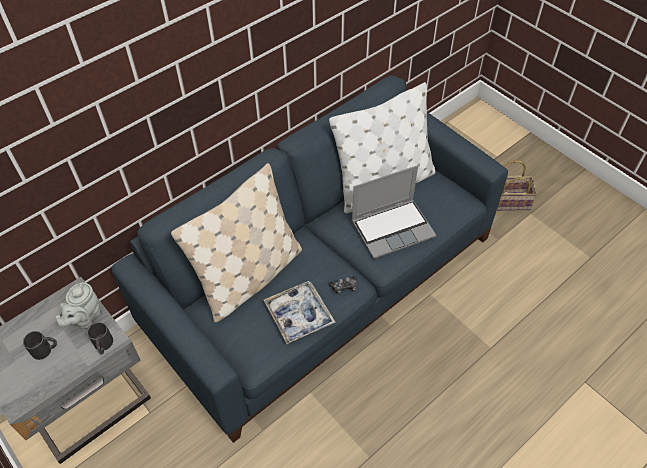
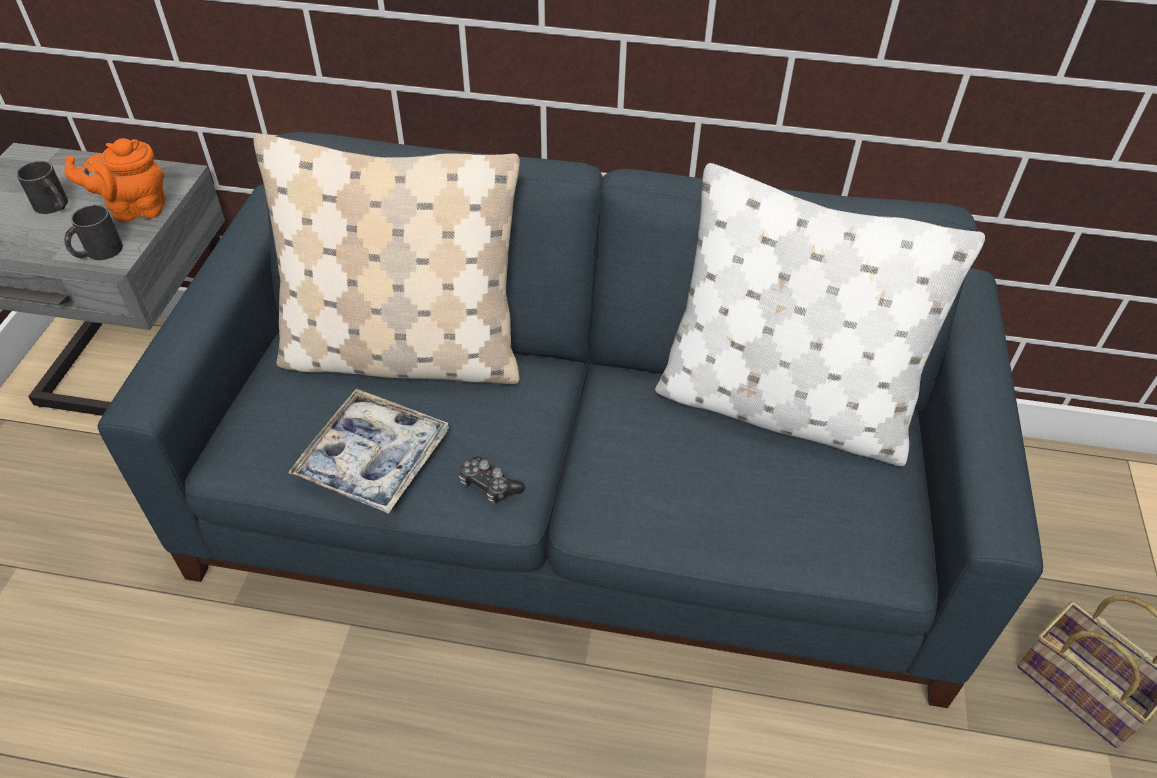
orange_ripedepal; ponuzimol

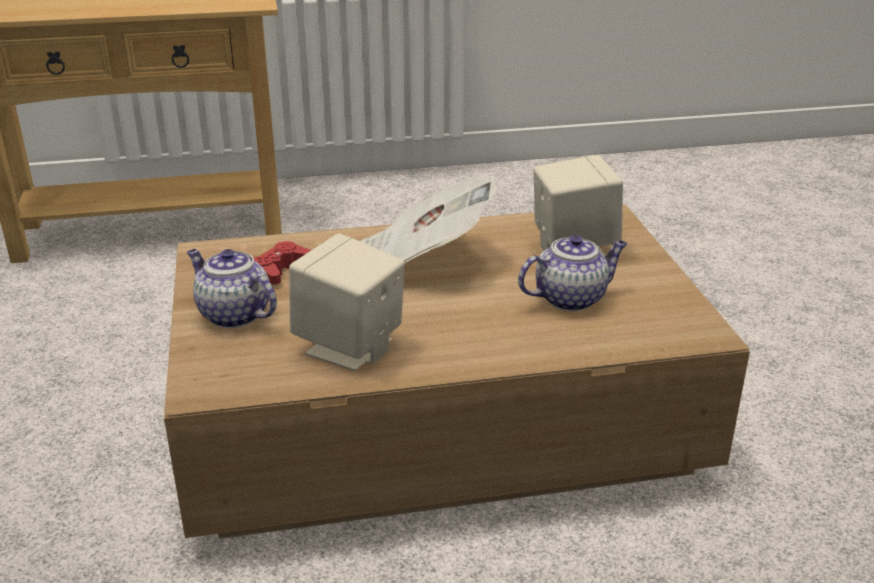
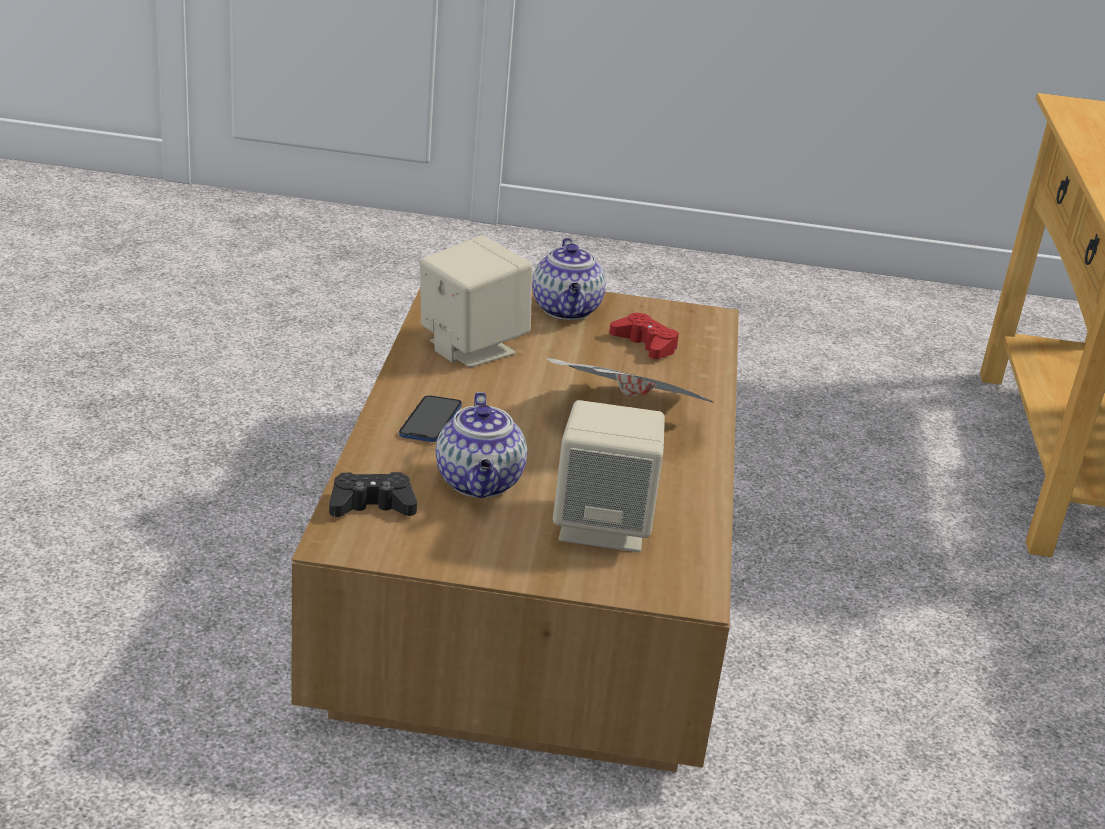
ripedepal (2nd from left); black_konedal; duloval

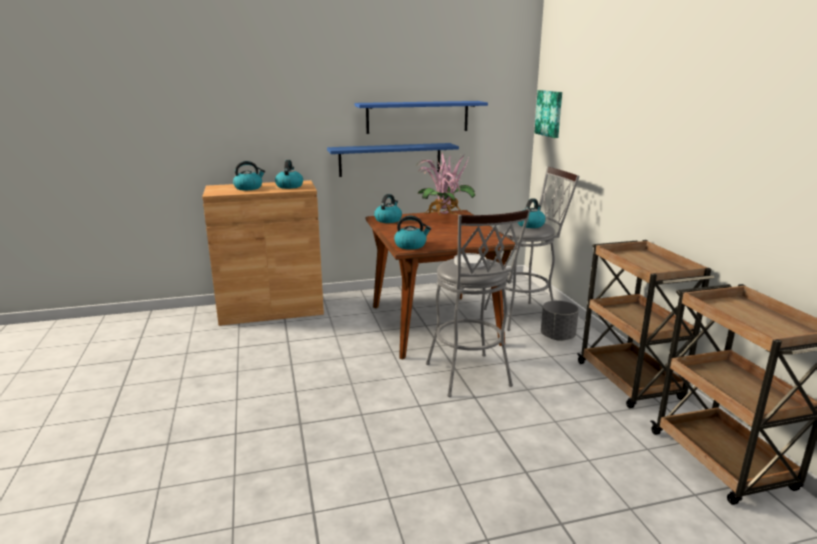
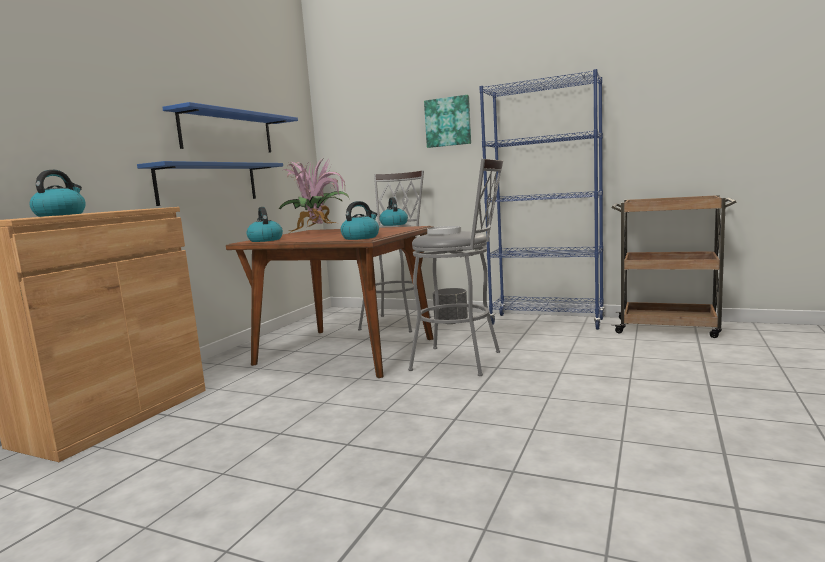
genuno (2nd from left in the first image); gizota; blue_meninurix

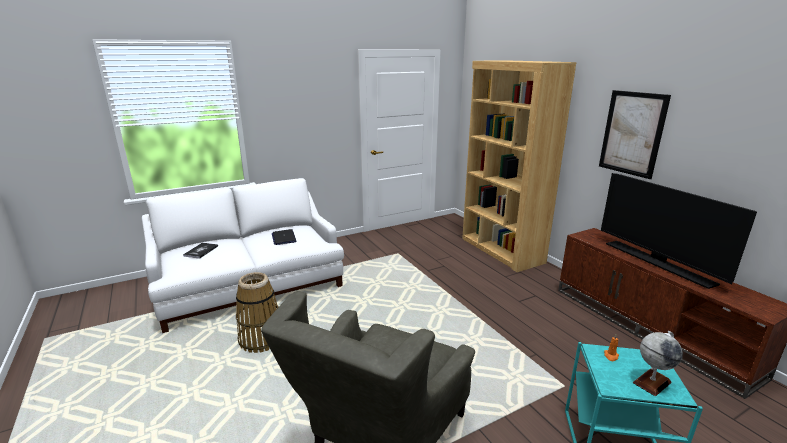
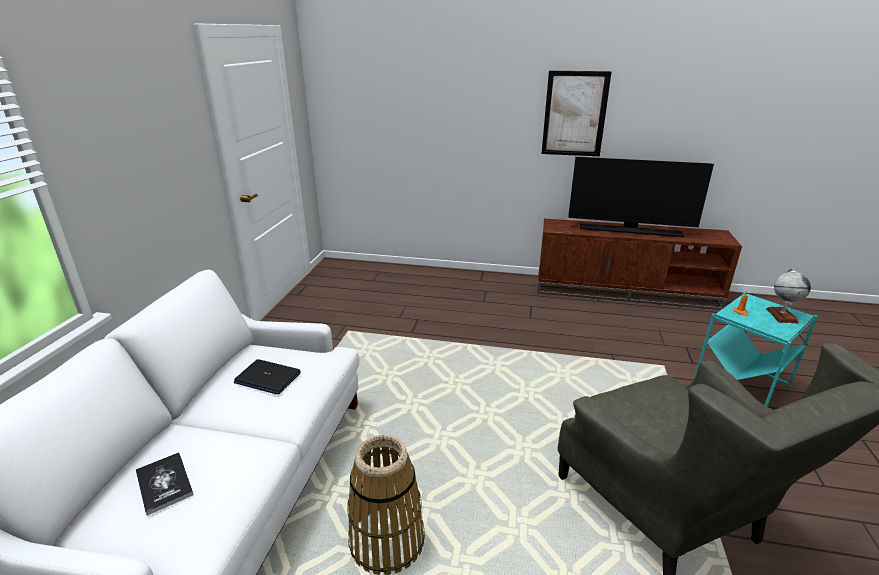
brown_meninurix

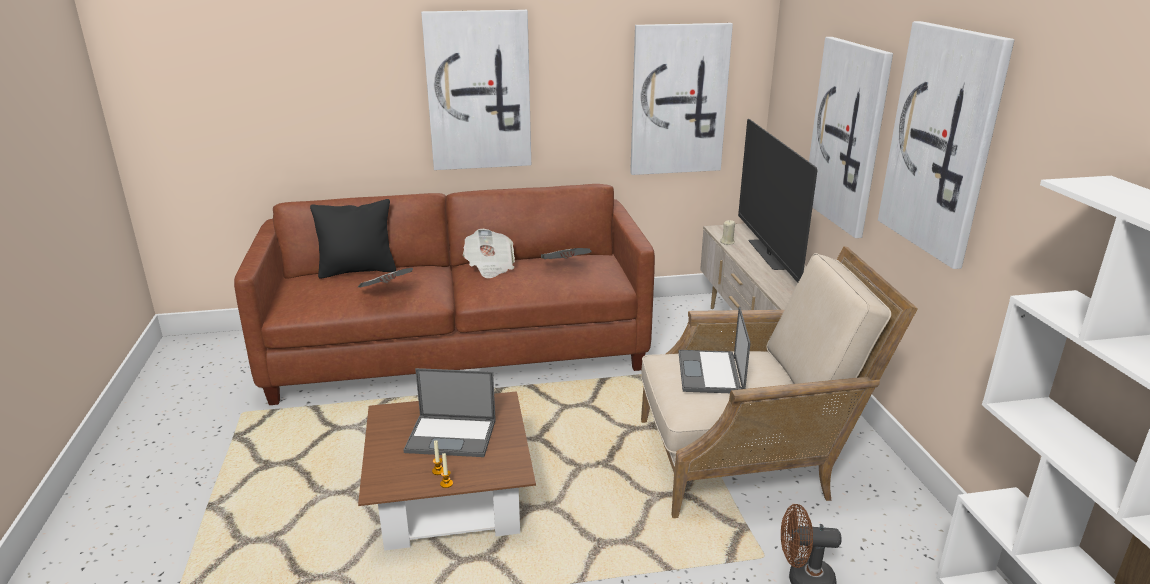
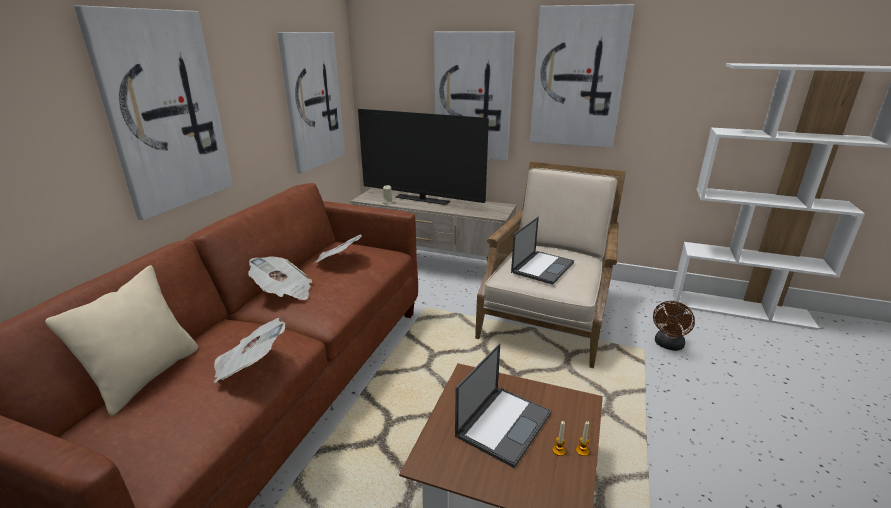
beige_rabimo; ponuzimol (2nd from left)

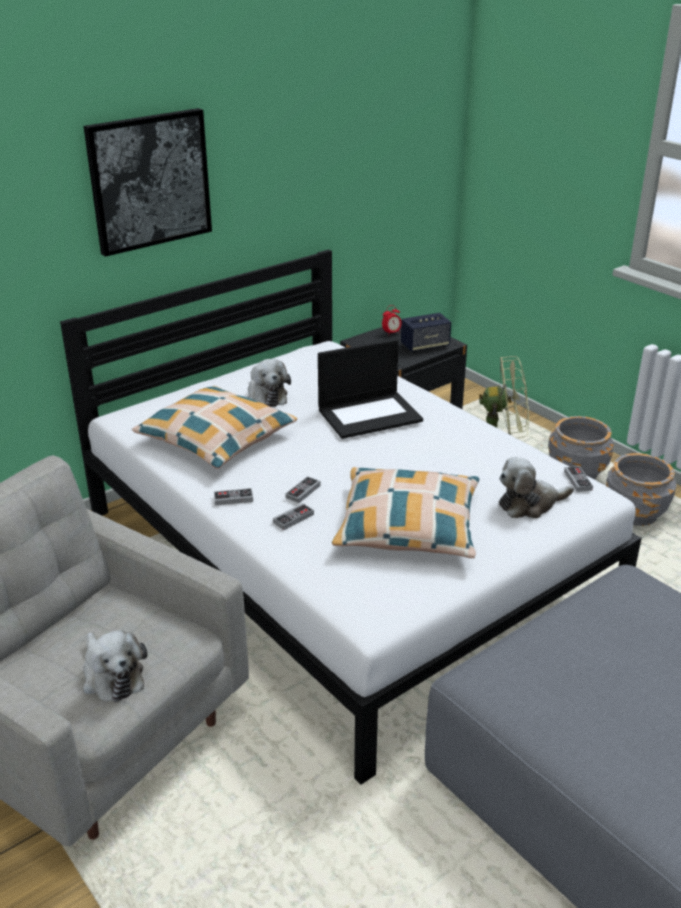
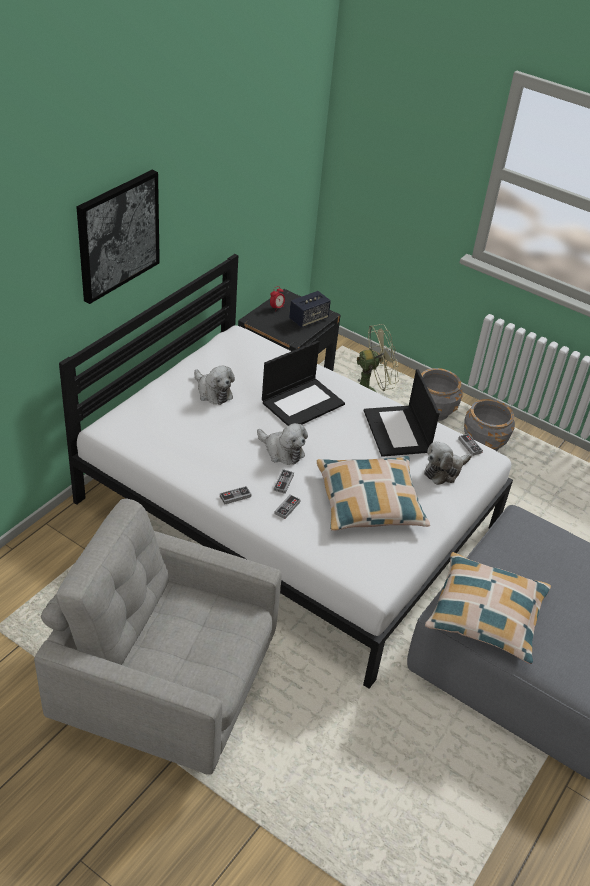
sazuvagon (2nd from left); rabimo (2nd from left); ponuzimol (2nd from left)

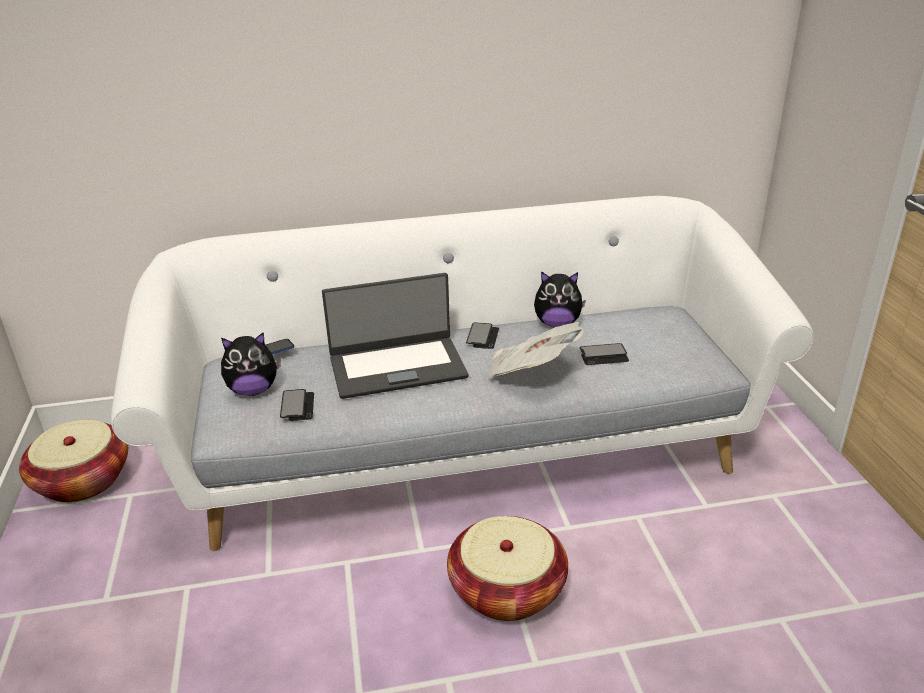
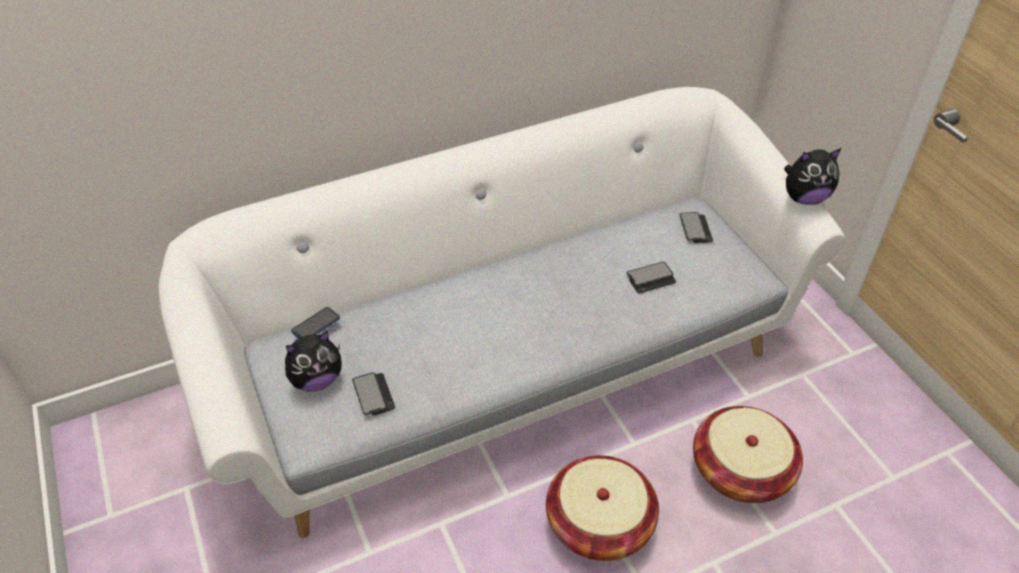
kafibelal (2nd from left); ponuzimol; duloval (4th from left); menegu; sazuvagon (2nd from left)

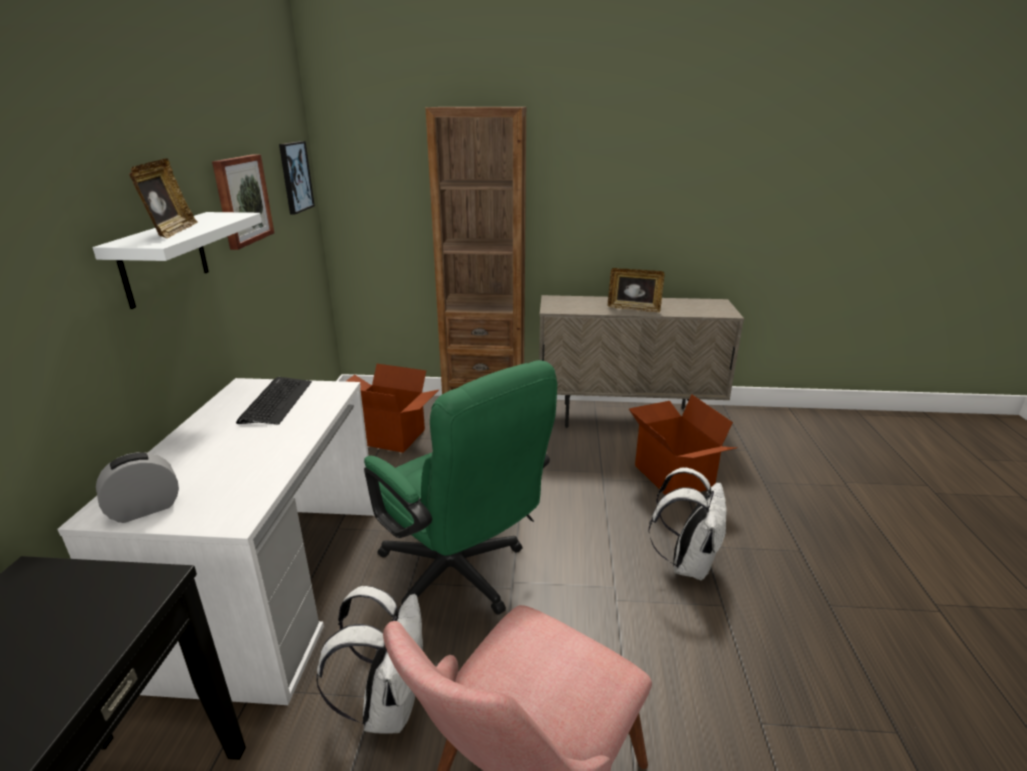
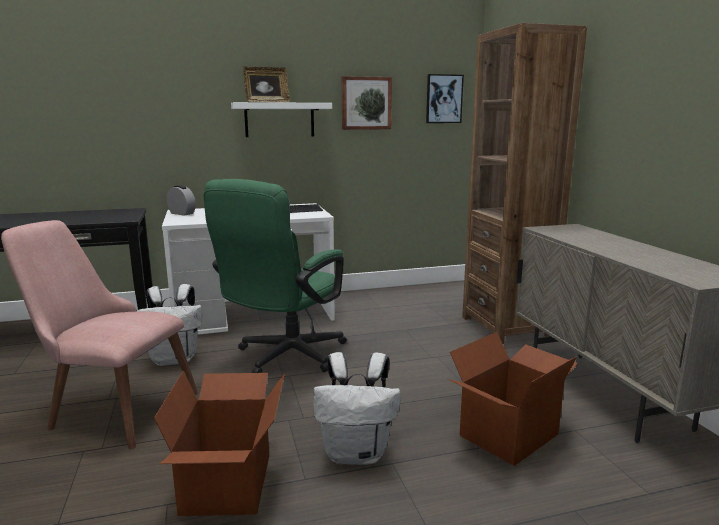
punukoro (1st from left); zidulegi (2nd from left in the first image)

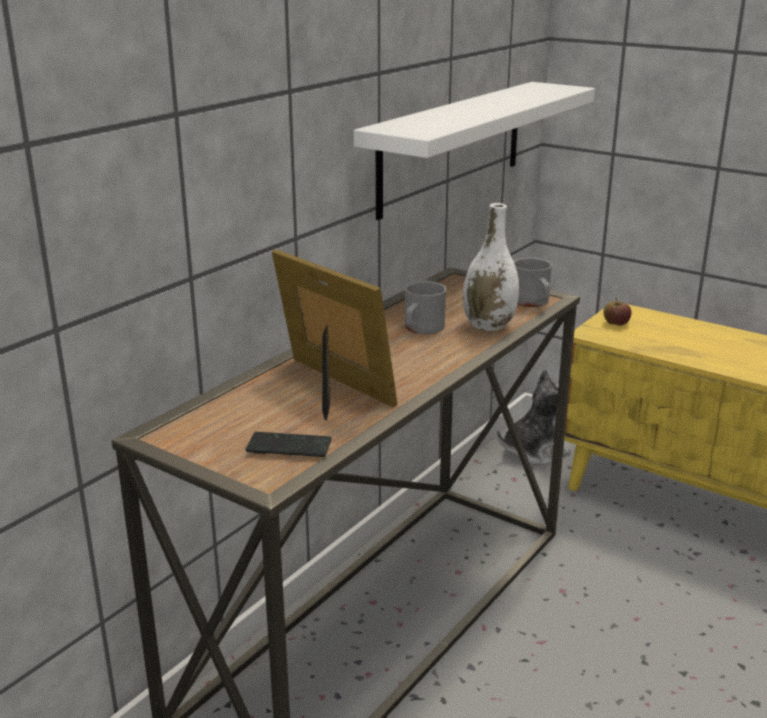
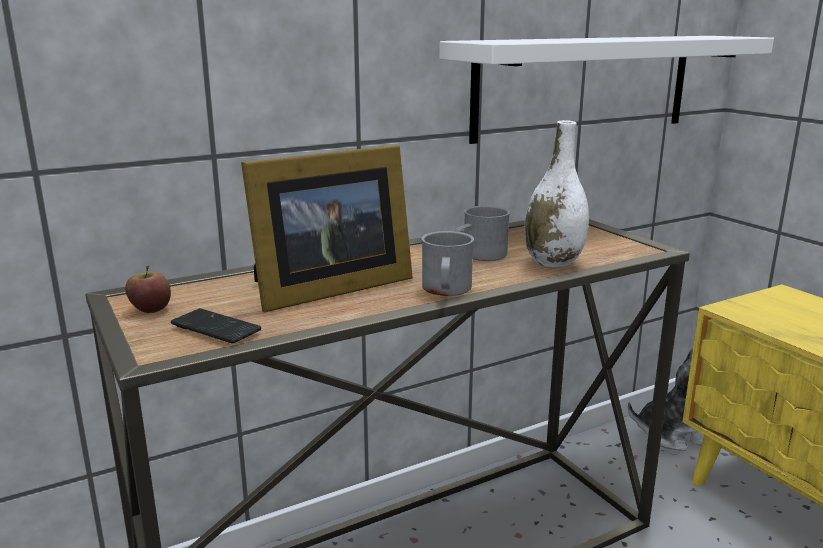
zidulegi; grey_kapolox (1st from left); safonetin

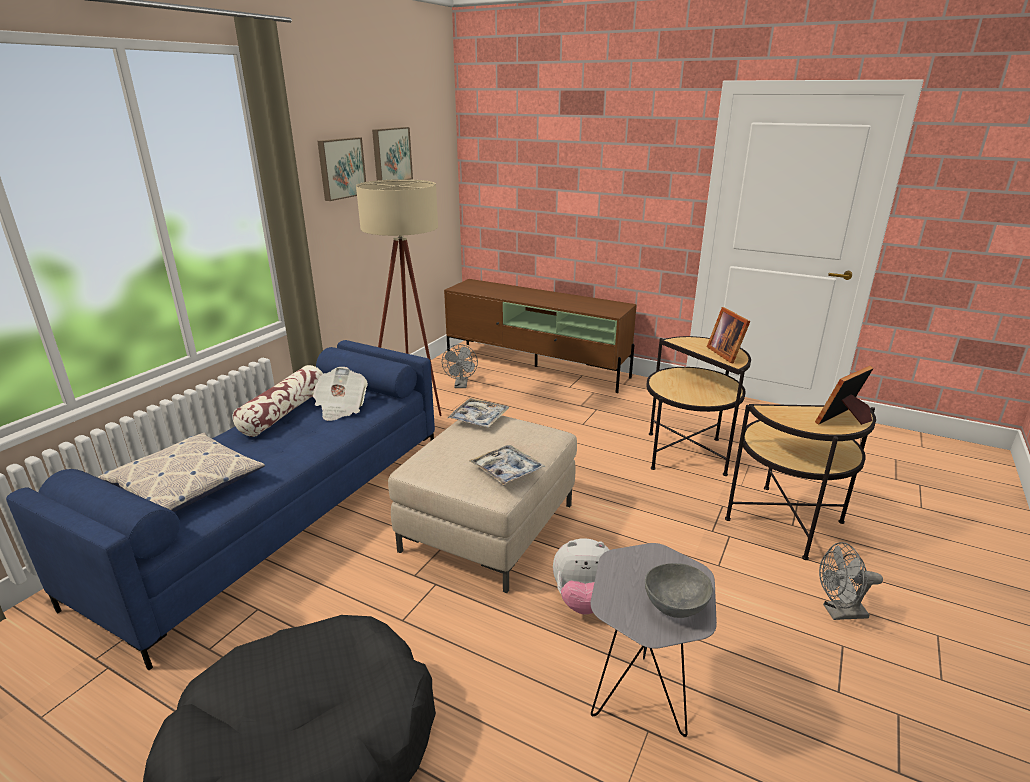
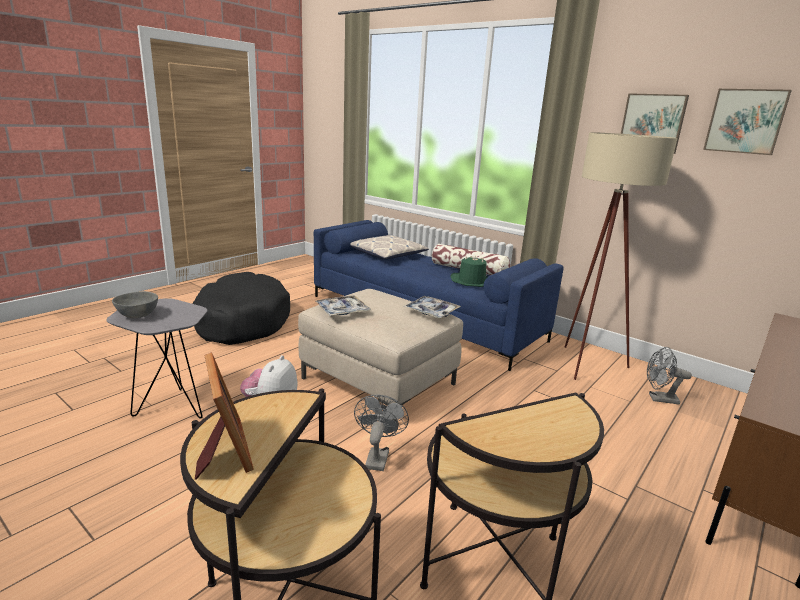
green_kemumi; zidulegi (1st from left in the first image); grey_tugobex (1st from left)

